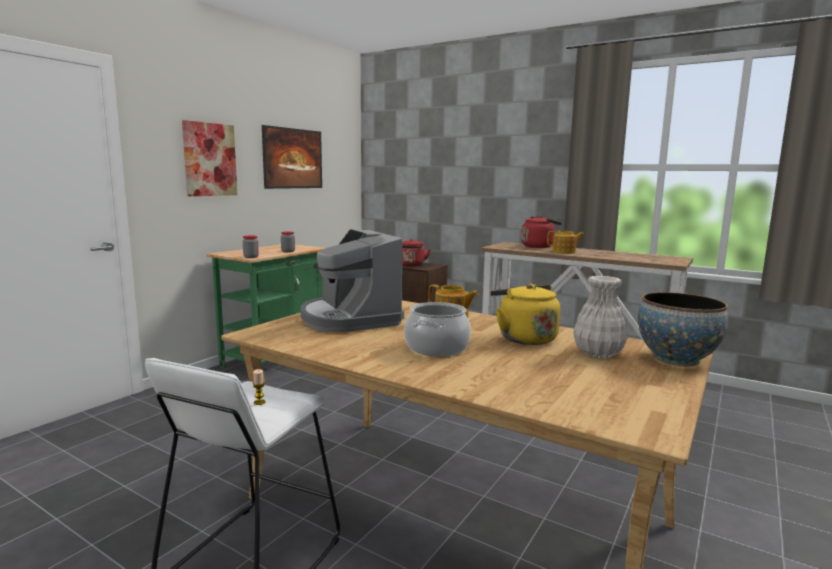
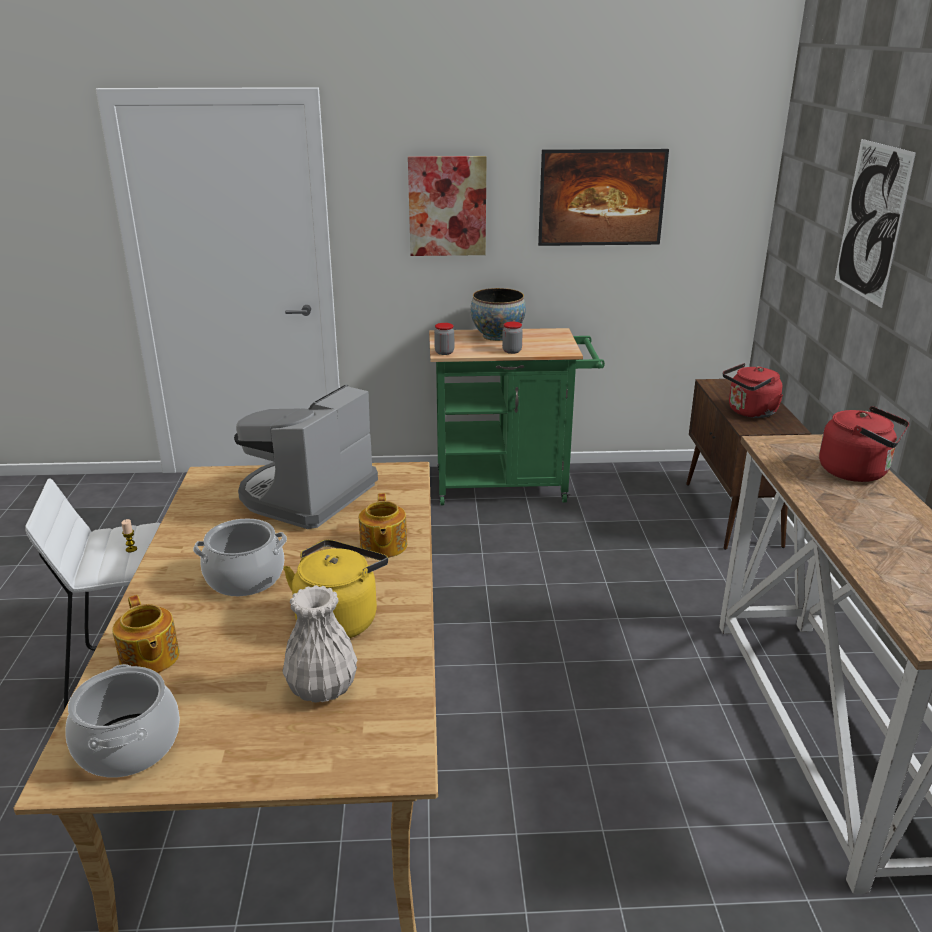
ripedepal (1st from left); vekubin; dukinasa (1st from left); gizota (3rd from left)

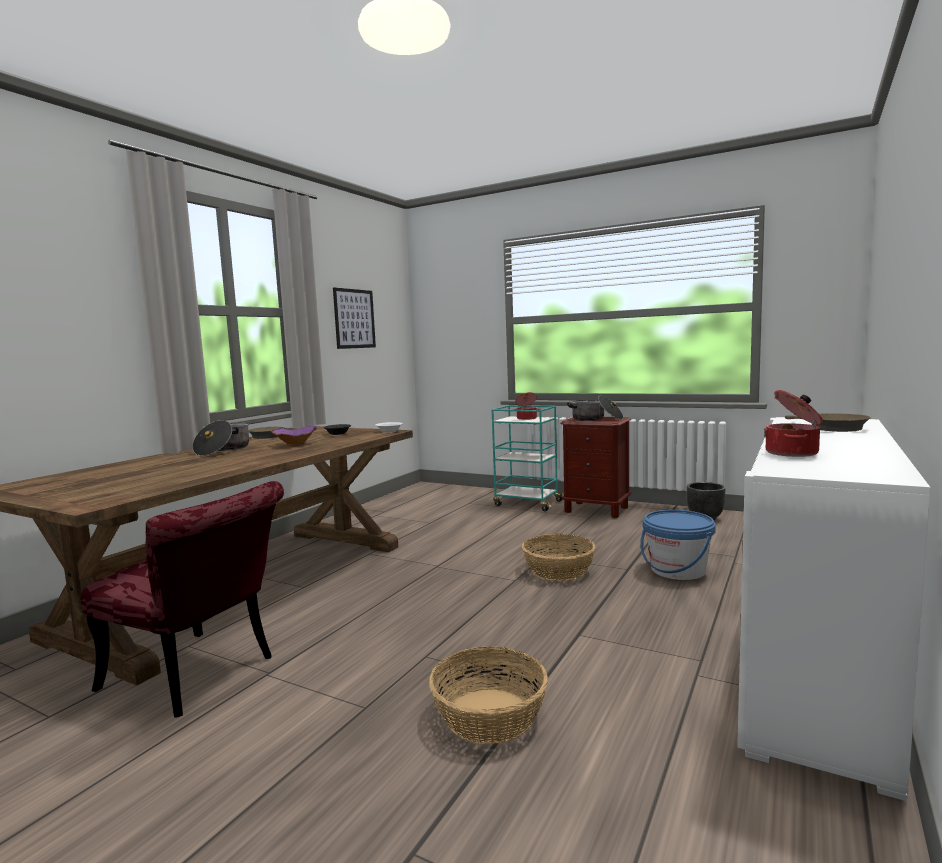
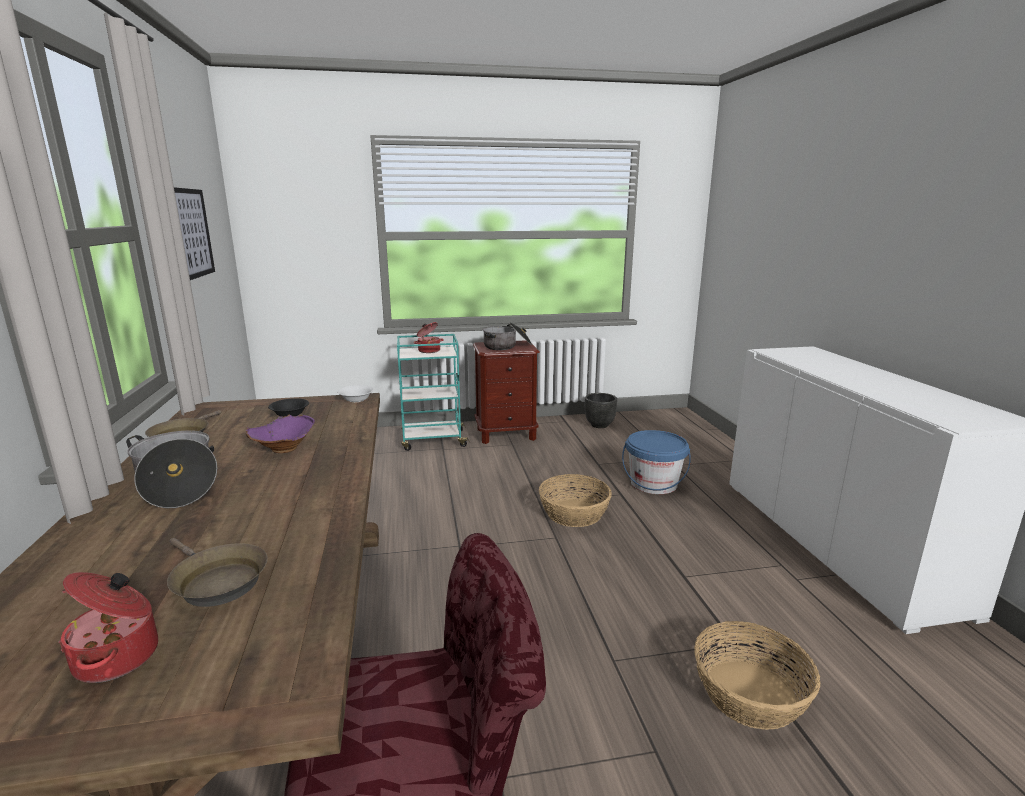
dukinasa (1st from left); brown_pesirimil (2nd from left)

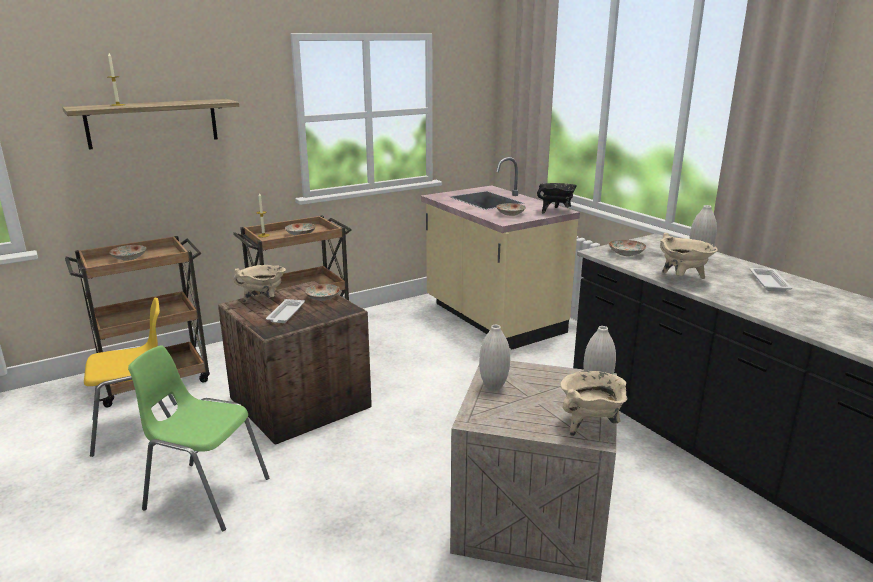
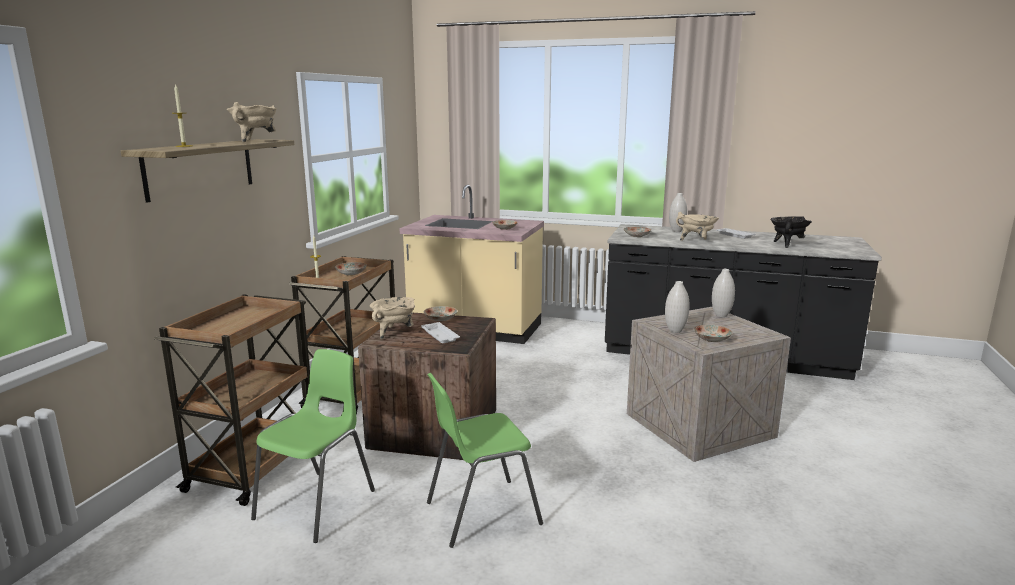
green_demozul (1st from left); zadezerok (5th from left); black_dukinasa; beige_dukinasa (1st from left)

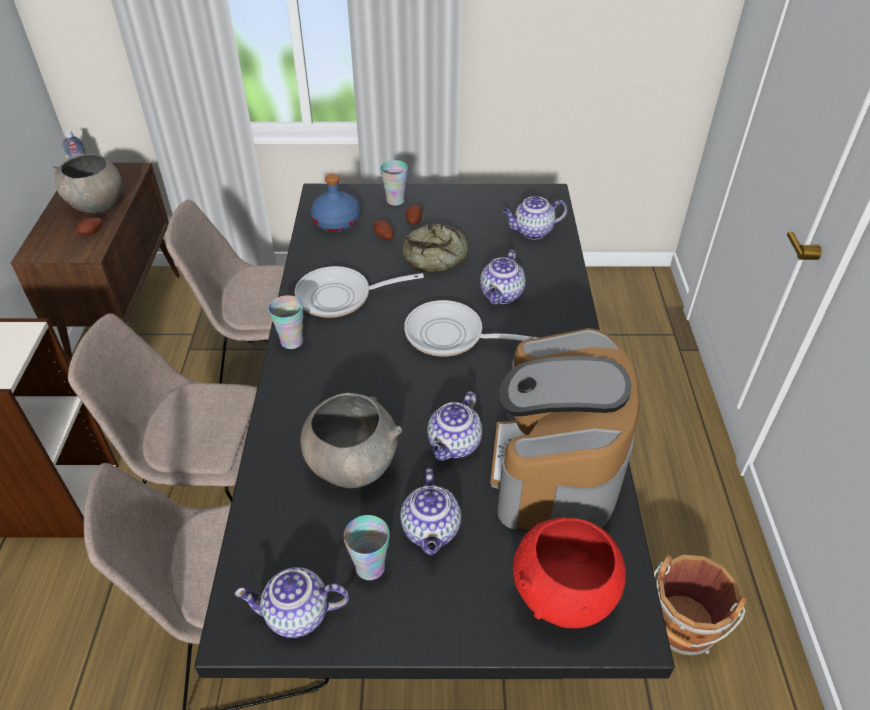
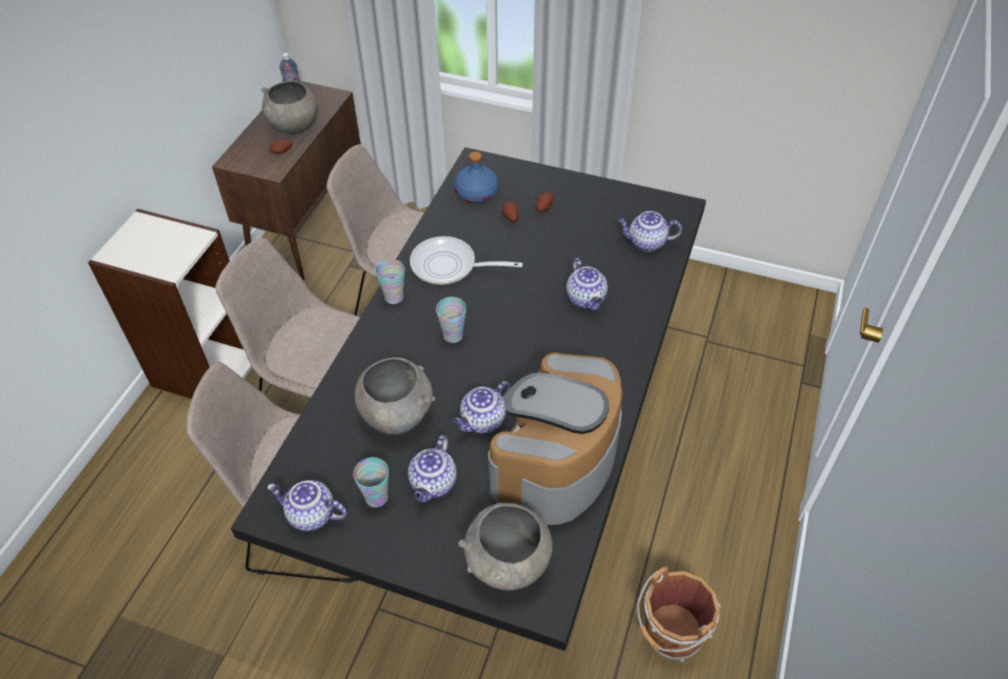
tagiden (3rd from left); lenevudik; pesirimil (2nd from left in the first image); ripedepal (4th from left); grey_vekubin (3rd from left)

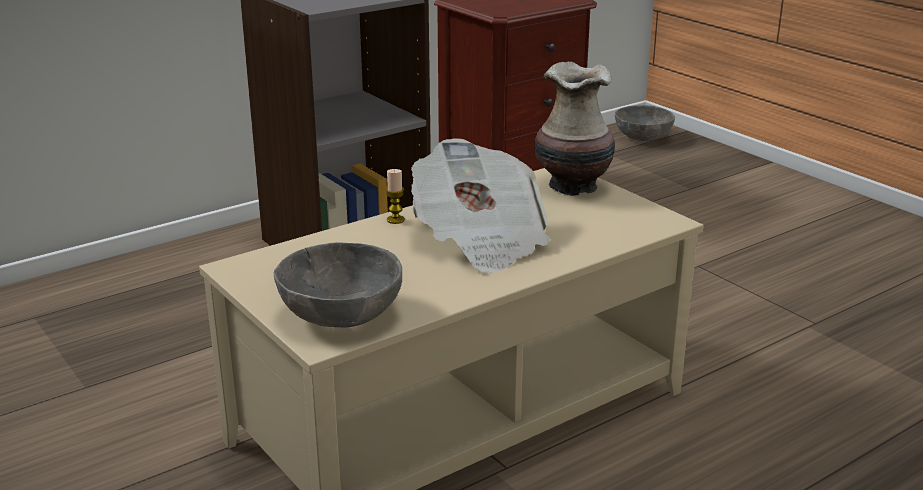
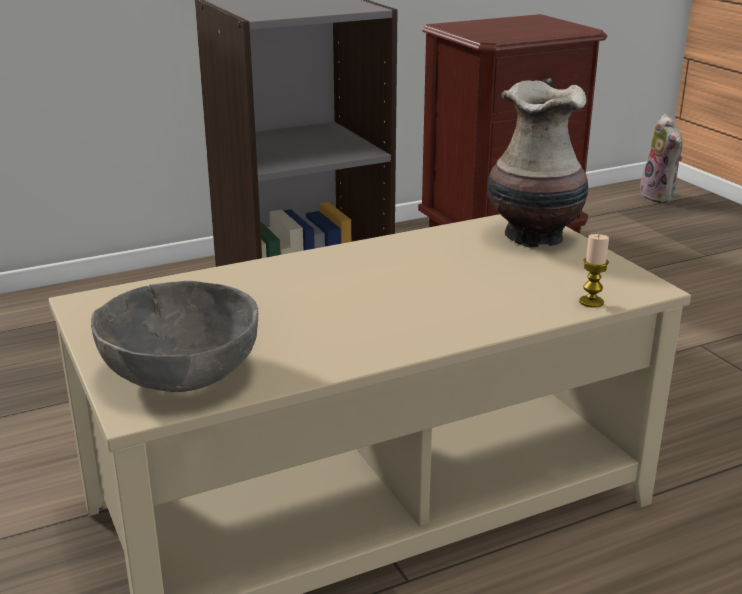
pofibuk; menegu; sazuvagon

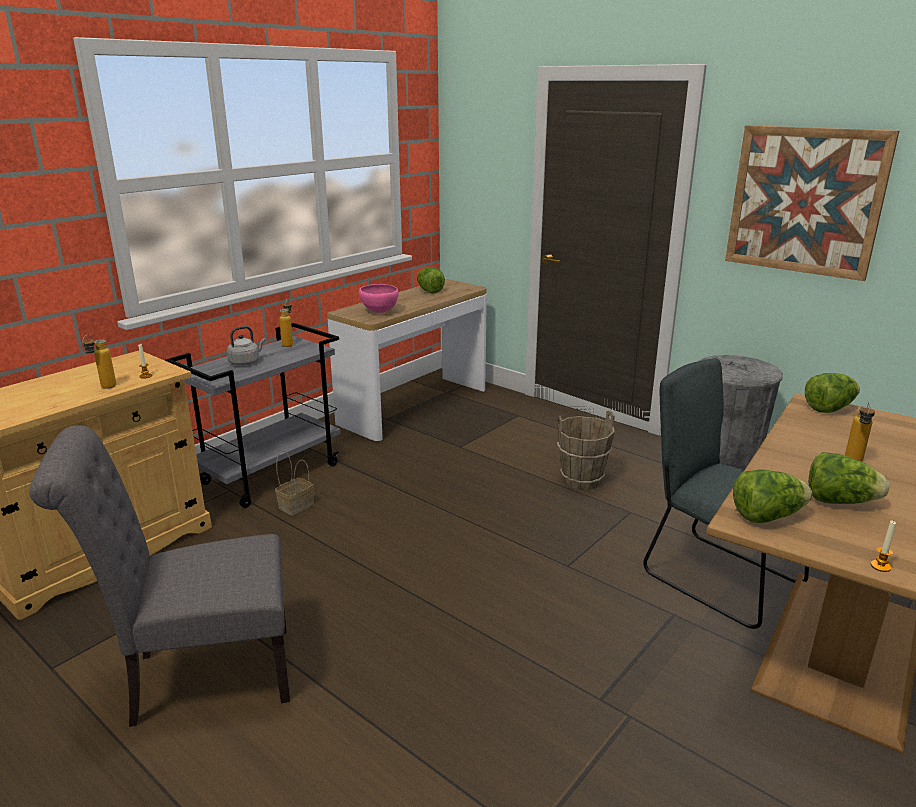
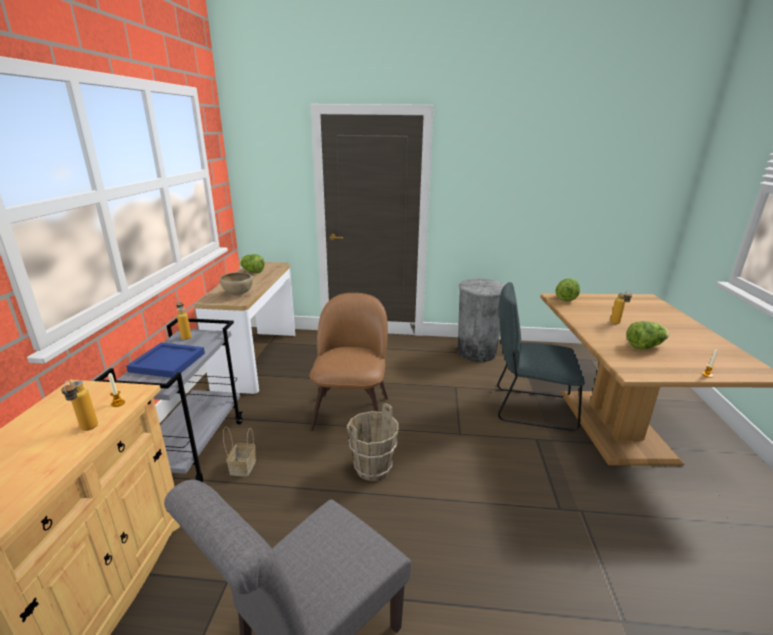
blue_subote; brown_vekubin; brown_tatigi; gizota; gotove (2nd from left in the first image); brown_demozul

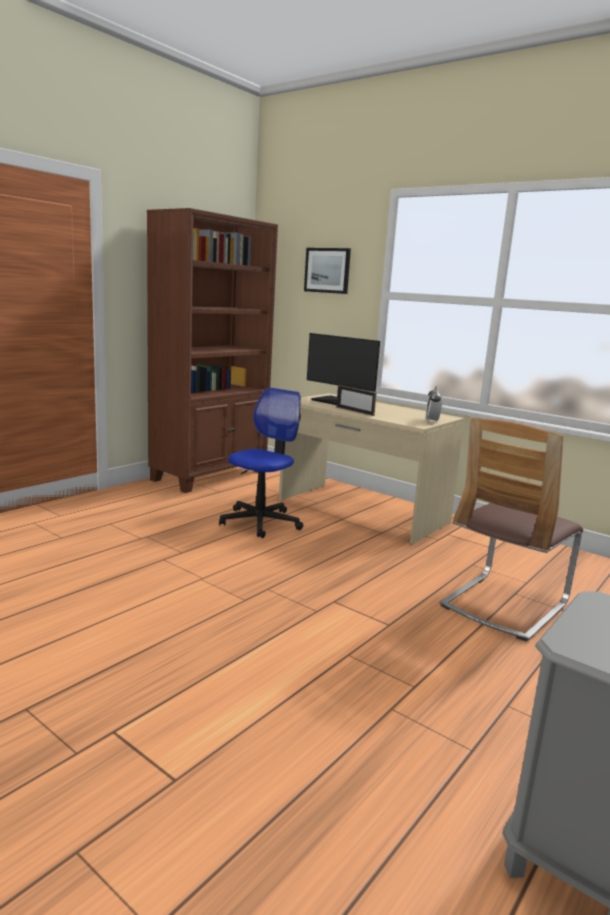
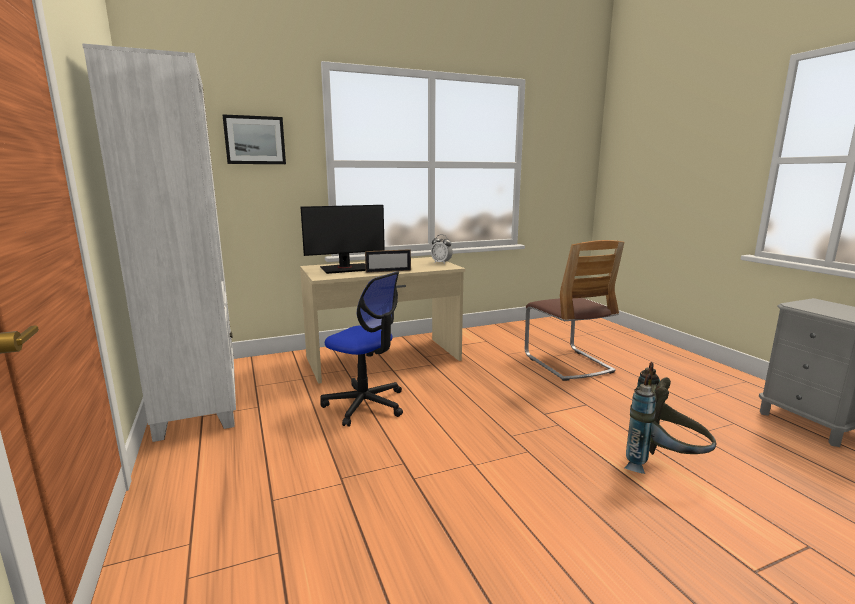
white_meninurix; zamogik; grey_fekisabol

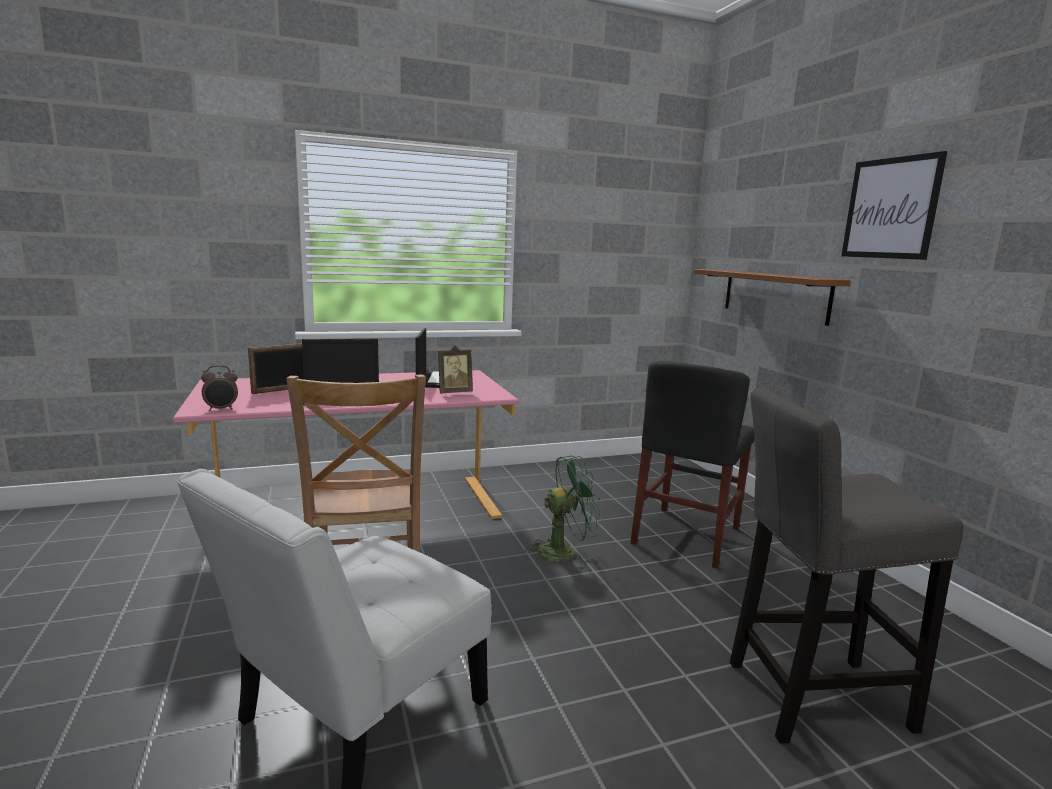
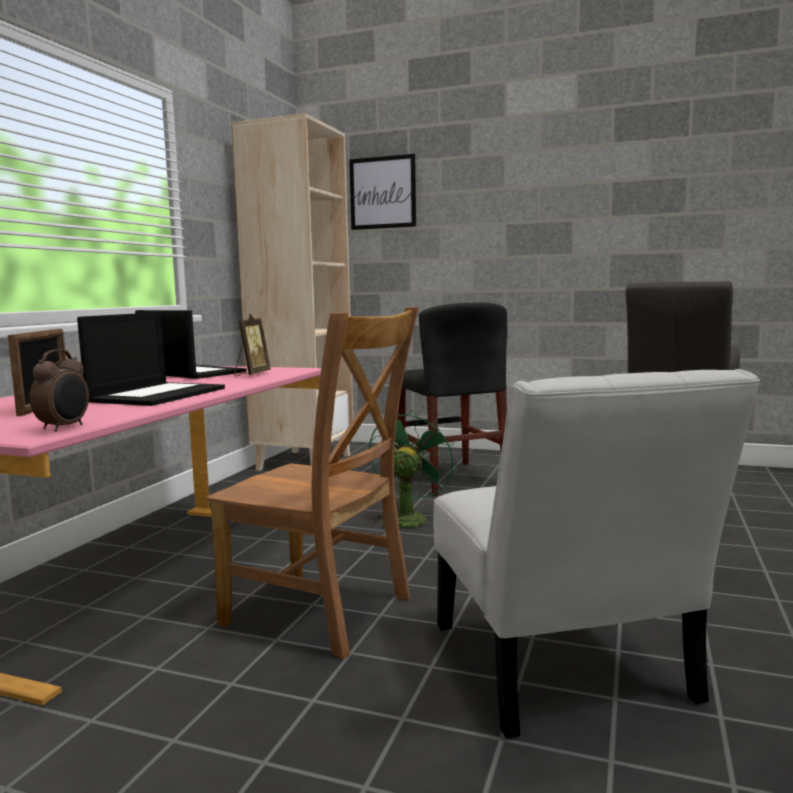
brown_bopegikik; gizota; beige_meninurix

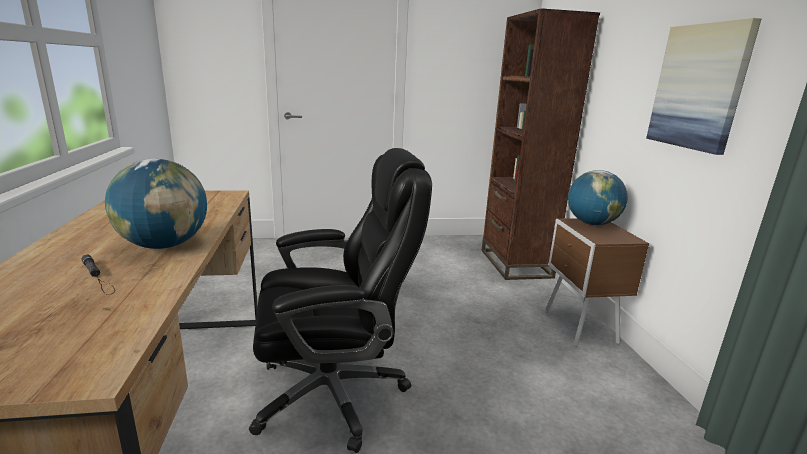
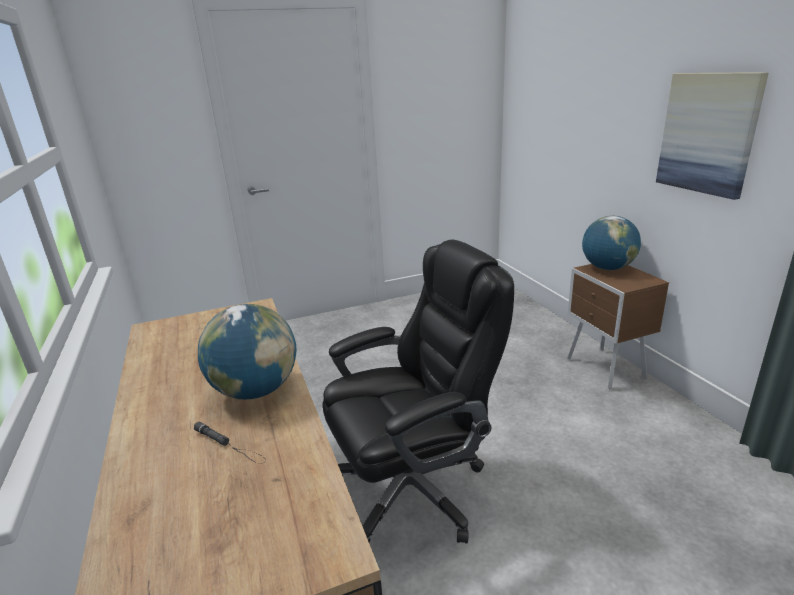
brown_meninurix

